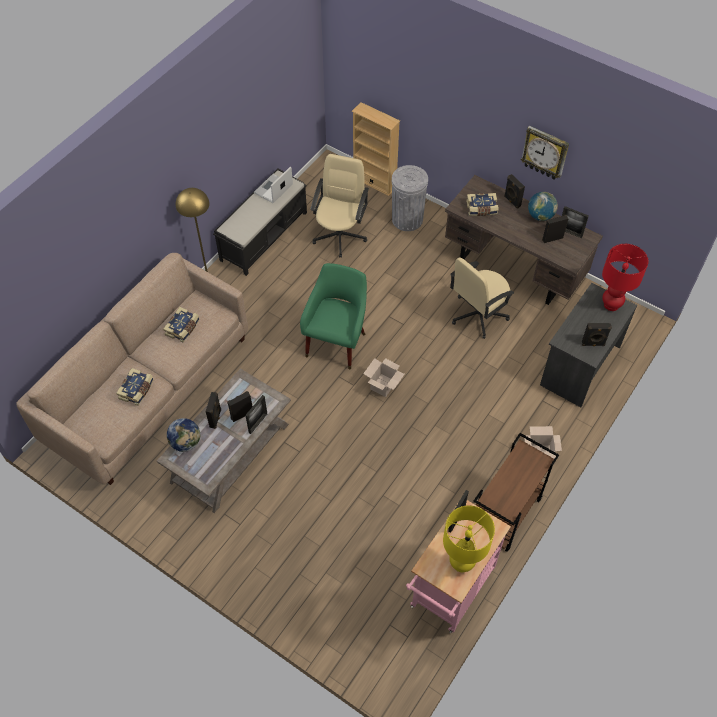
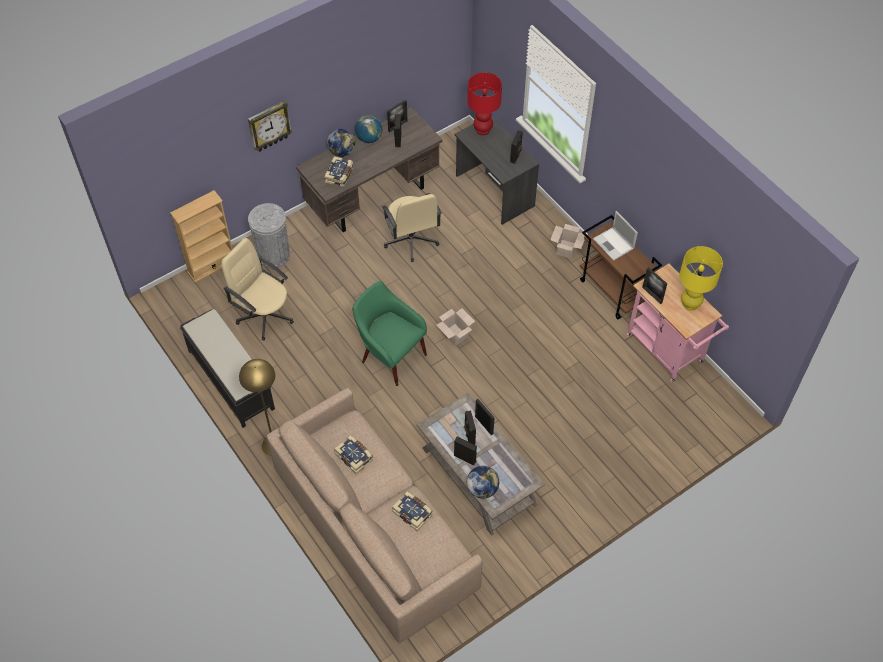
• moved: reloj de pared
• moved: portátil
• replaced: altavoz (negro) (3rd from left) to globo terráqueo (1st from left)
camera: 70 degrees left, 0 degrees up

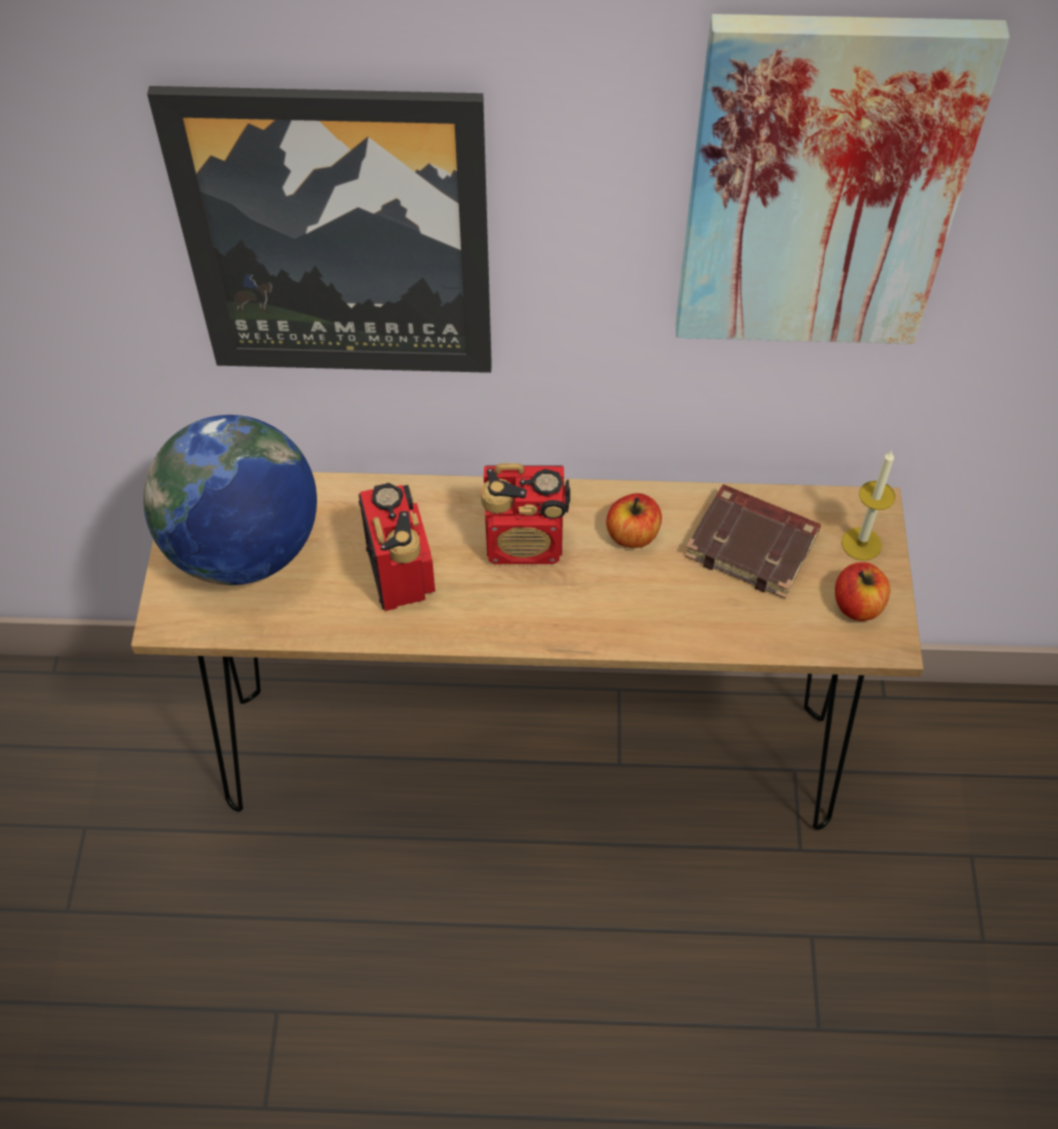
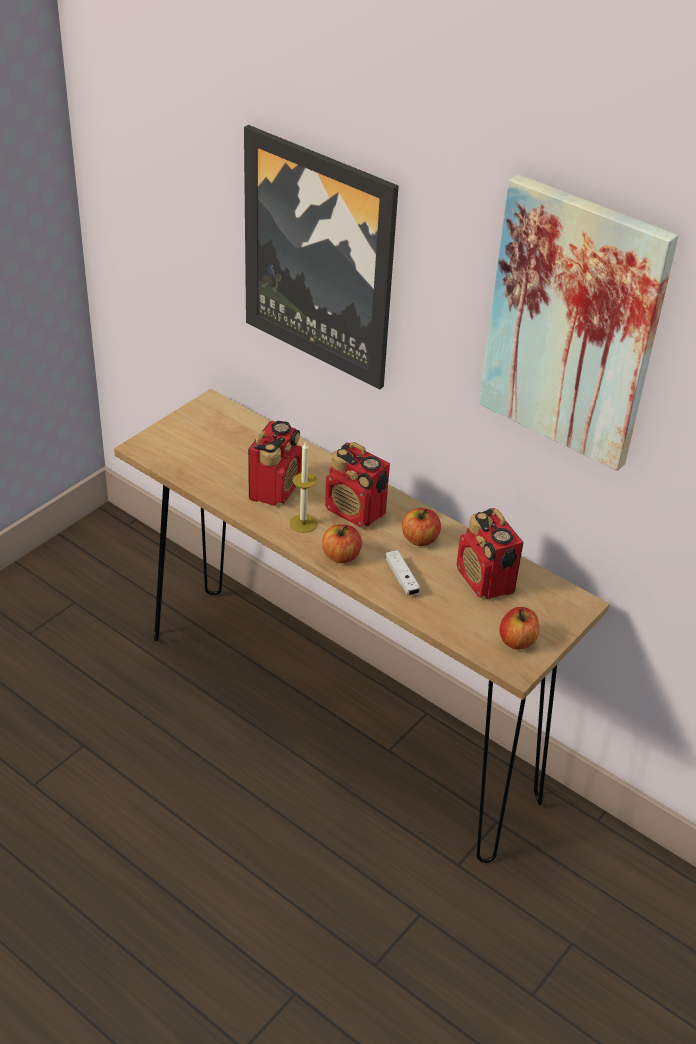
• removed: globo terráqueo
• moved: vela
• replaced: libro (marrón) to radio (3rd from left)
• added: manzana (1st from left)
• added: mando de consola (blanco)
camera: 35 degrees right, 15 degrees down

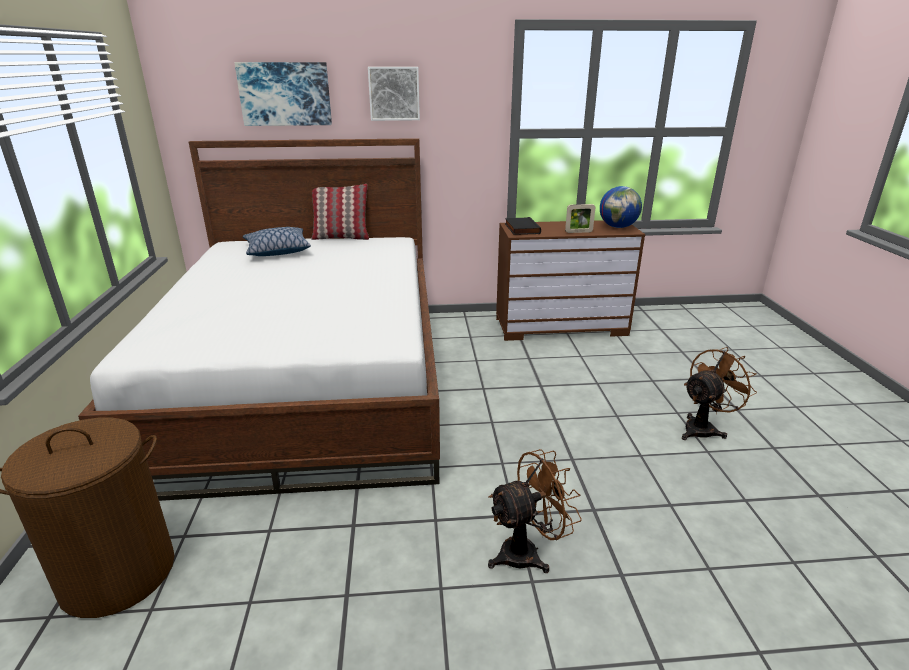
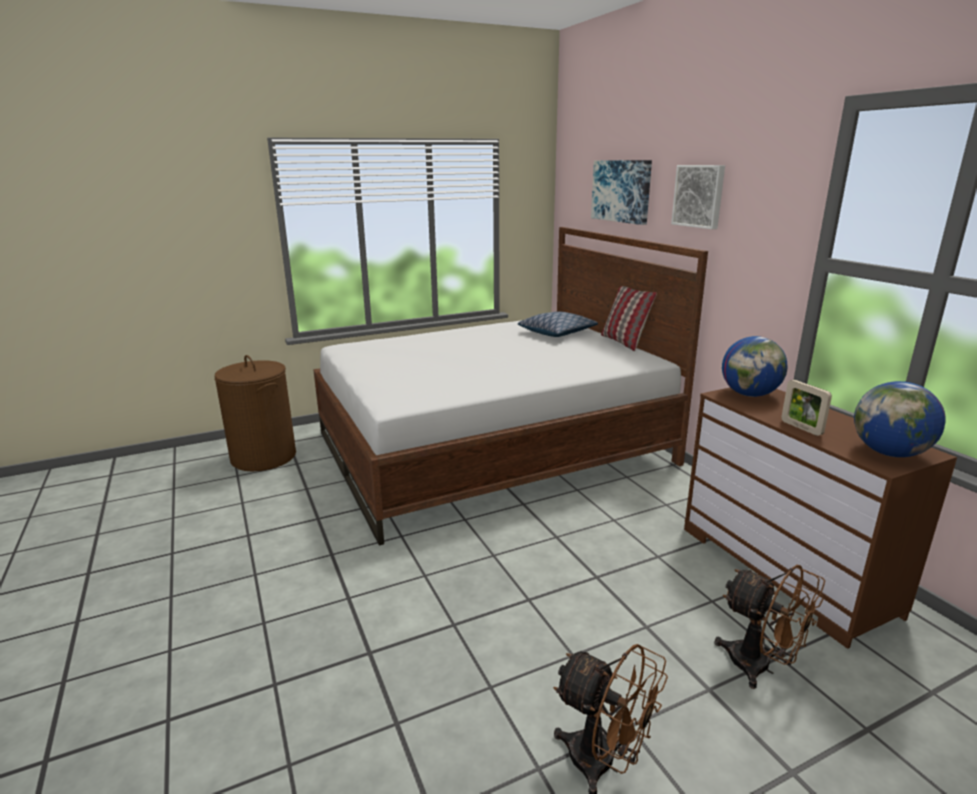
• replaced: libro (negro) to globo terráqueo (1st from left)
• moved: ventilador (marrón) (1st from left in the first image) to ventilador (marrón) (2nd from left)
camera: 70 degrees right, 5 degrees down

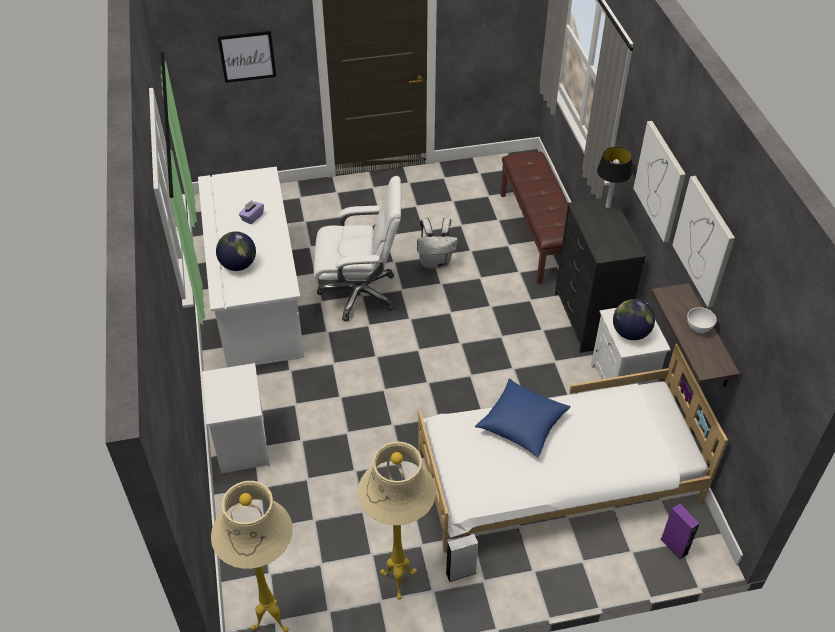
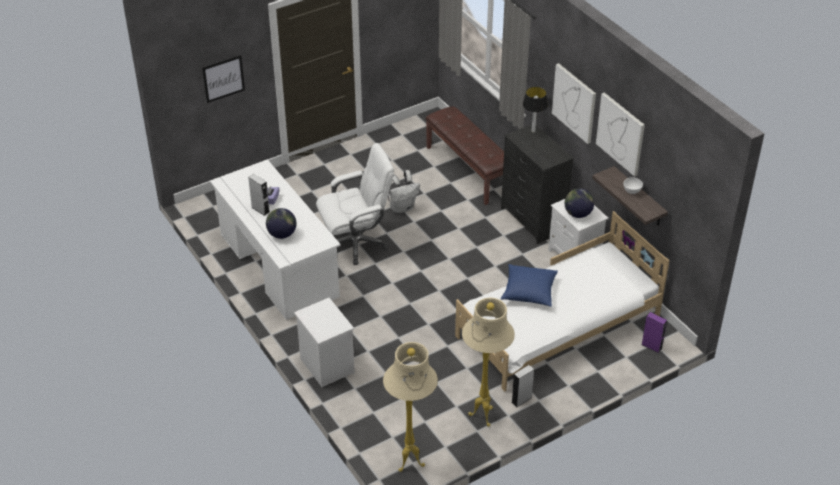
• added: altavoz (gris) (1st from left)
camera: 20 degrees left, 5 degrees down

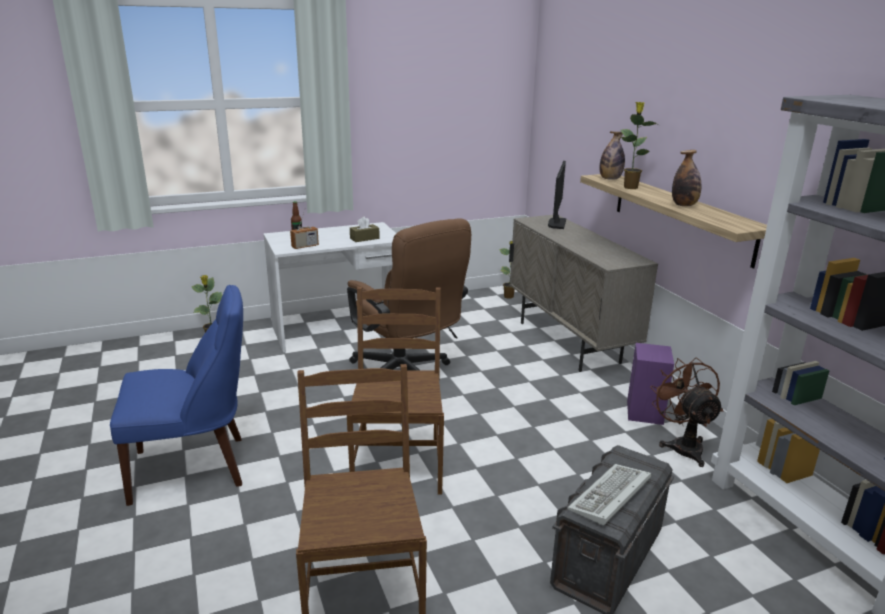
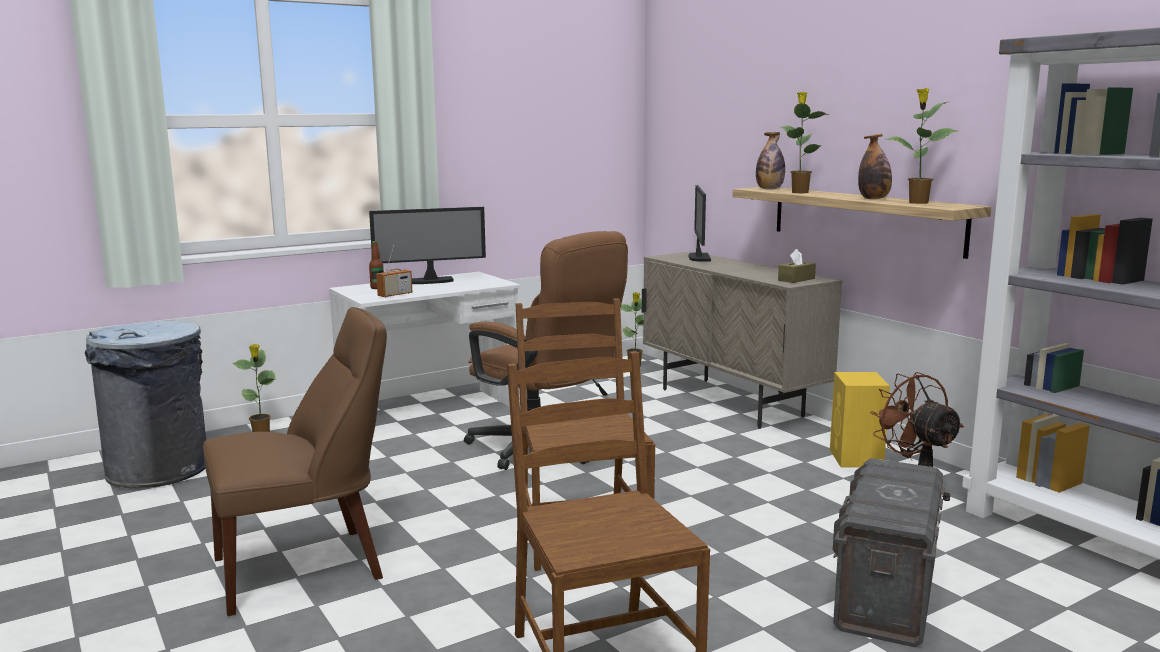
• moved: caja de pañuelos (marrón)
• recoloured: silla (azul) to silla (marrón) (1st from left)
• recoloured: altavoz (morado) to altavoz (amarillo)
• removed: teclado
• added: planta en maceta (4th from left)
• added: monitor (1st from left)
• added: papelera (gris)
camera: 10 degrees left, 10 degrees down

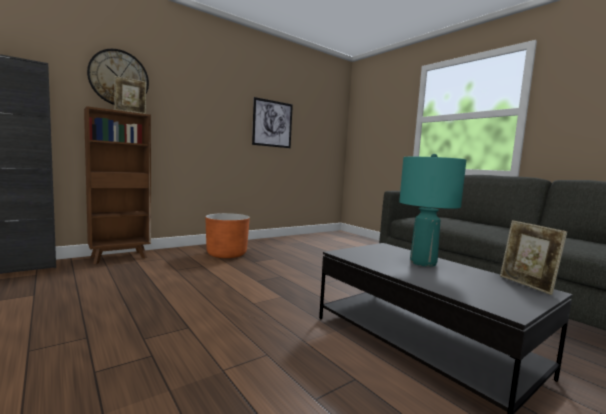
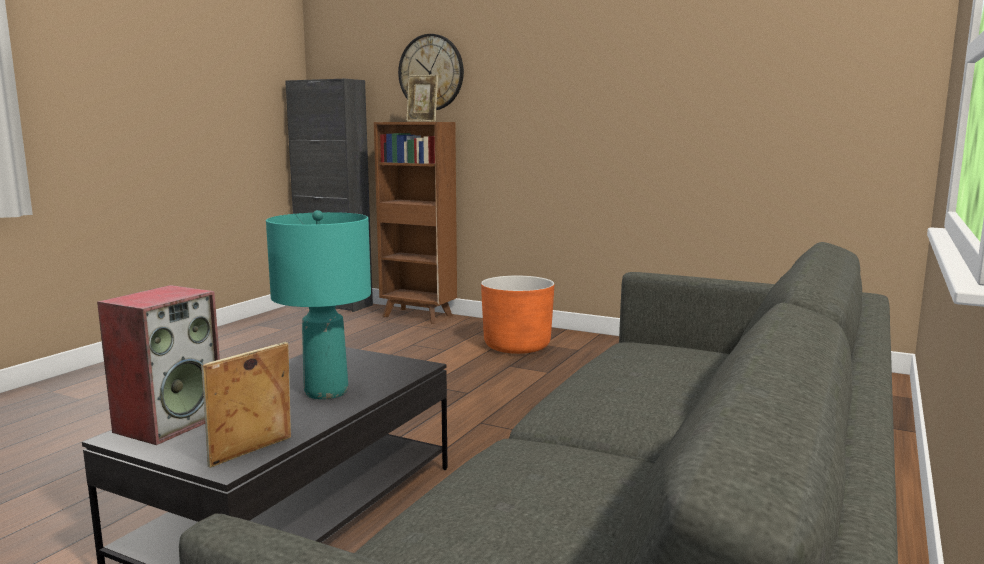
• removed: cuadro
• added: altavoz
camera: 65 degrees right, 5 degrees up

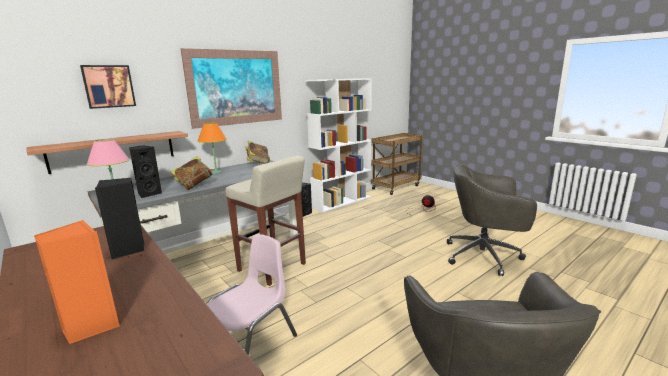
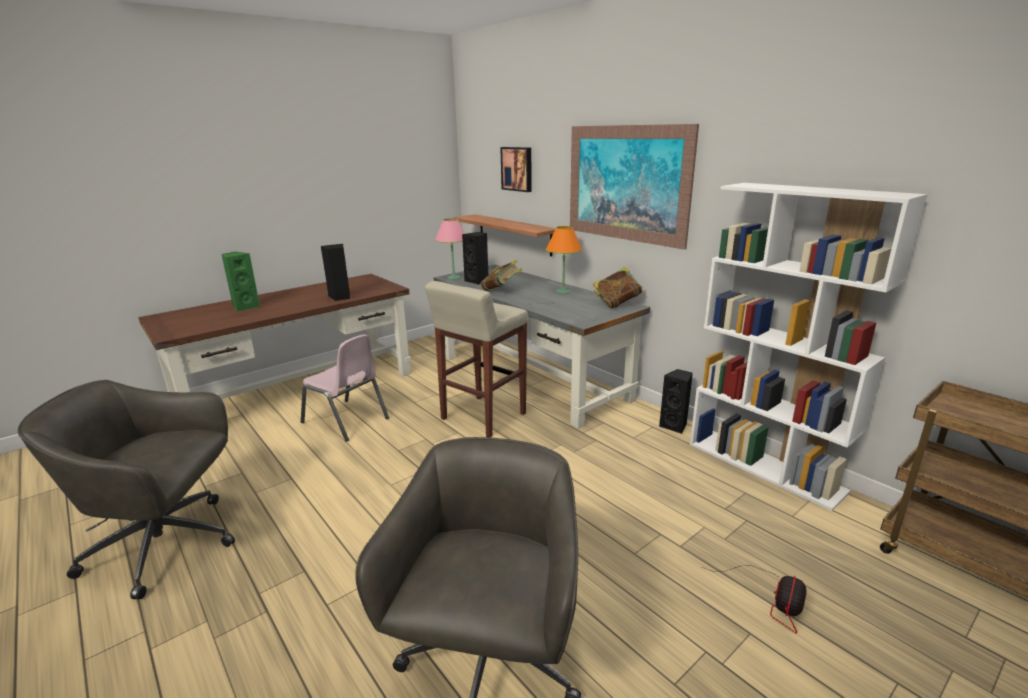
• recoloured: altavoz (naranja) to altavoz (verde)
camera: 90 degrees right, 5 degrees up

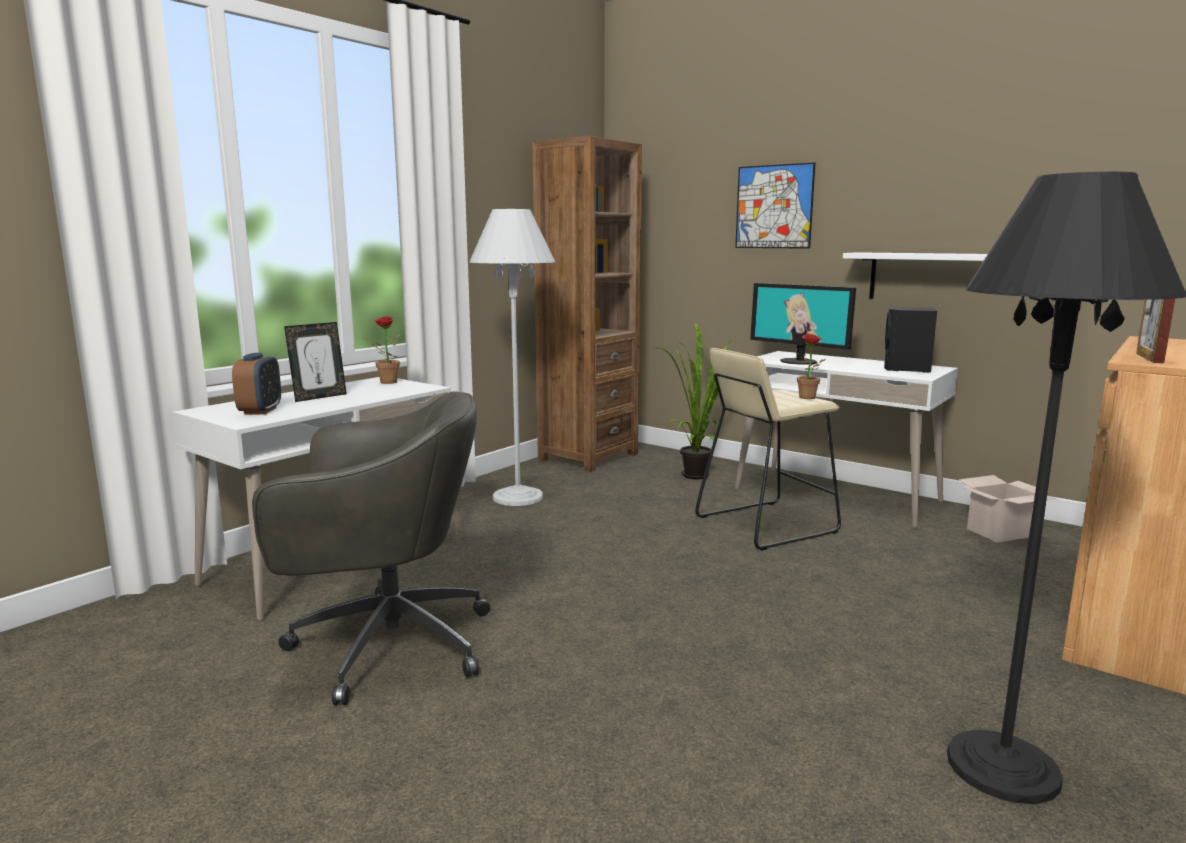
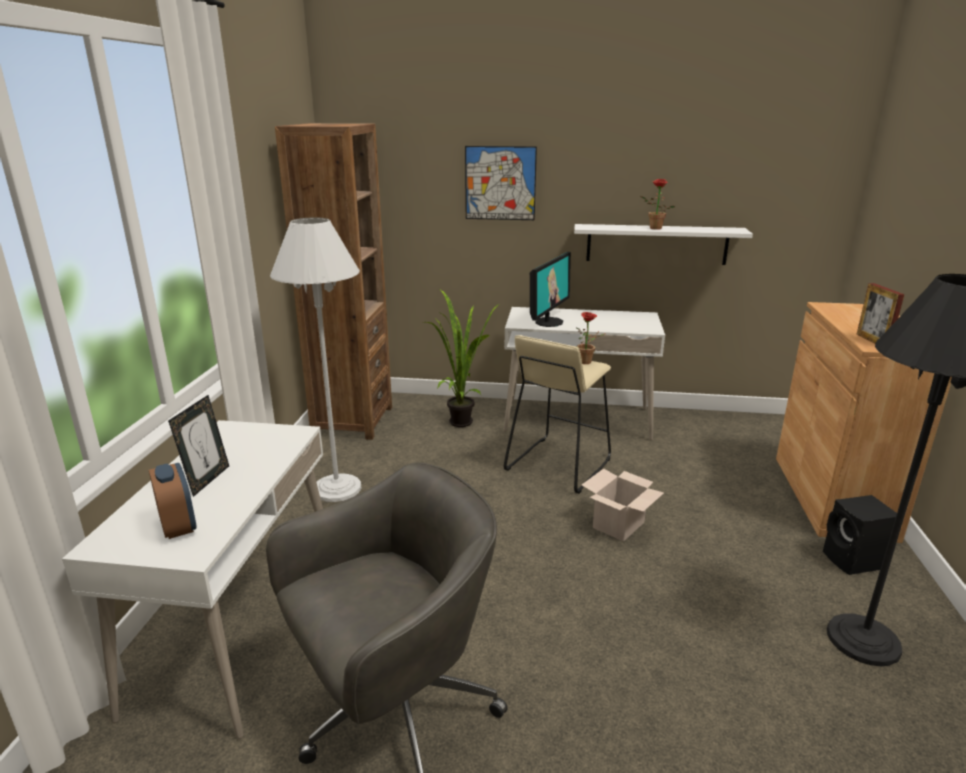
• turned: monitor 75 degrees counterclockwise
• moved: altavoz (negro)
• moved: planta en maceta (1st from left in the first image) to planta en maceta (3rd from left)
• moved: caja de cartón
camera: 30 degrees left, 10 degrees up

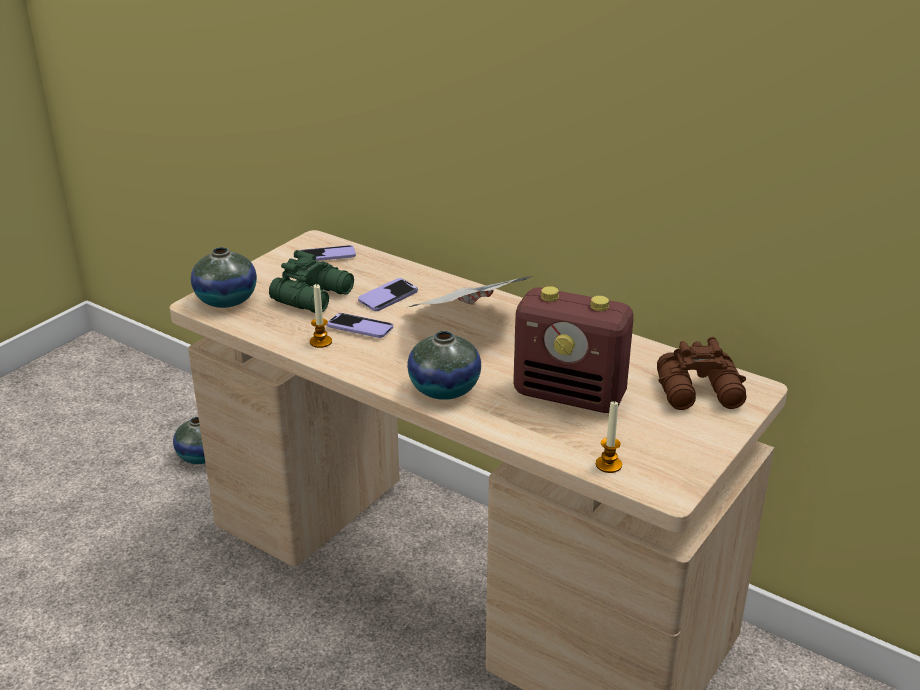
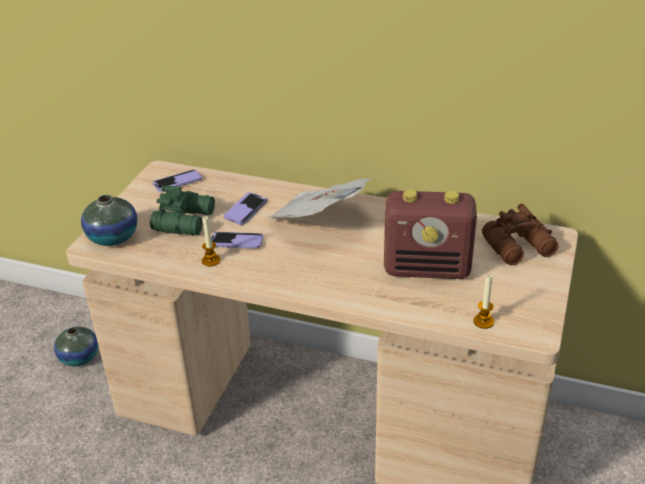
• removed: florero (3rd from left)
camera: 15 degrees left, 5 degrees up

